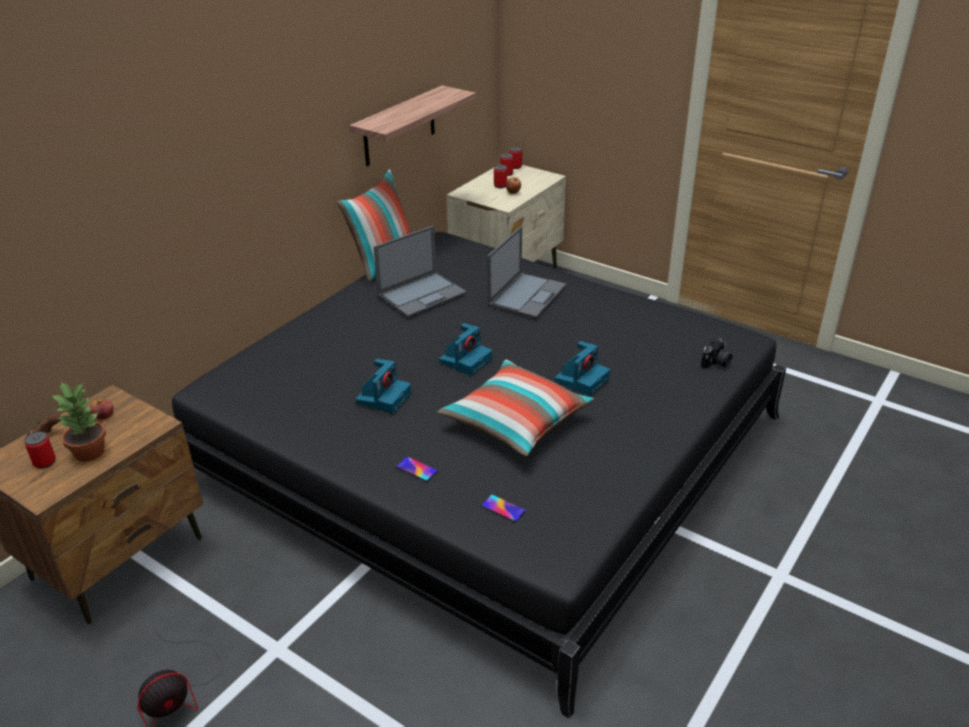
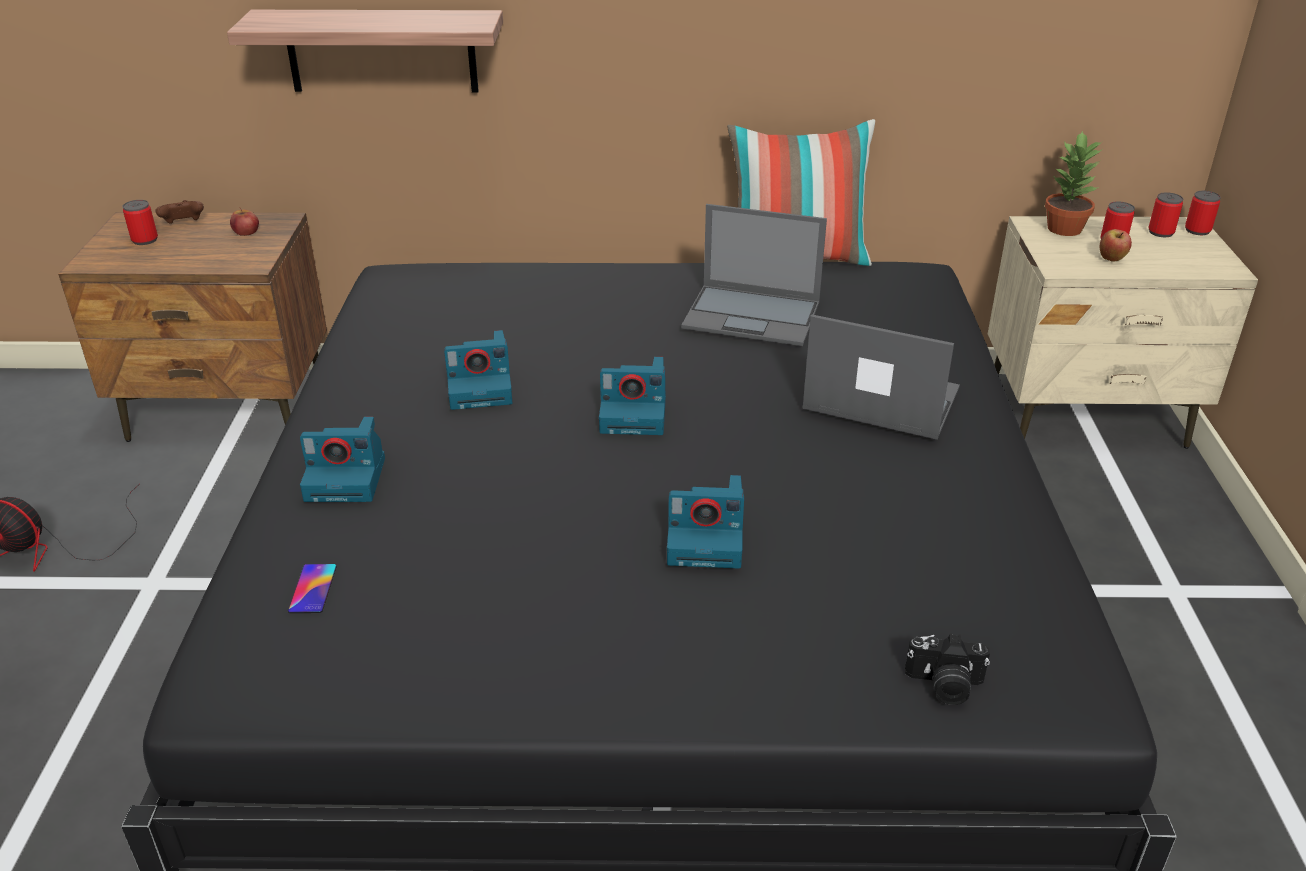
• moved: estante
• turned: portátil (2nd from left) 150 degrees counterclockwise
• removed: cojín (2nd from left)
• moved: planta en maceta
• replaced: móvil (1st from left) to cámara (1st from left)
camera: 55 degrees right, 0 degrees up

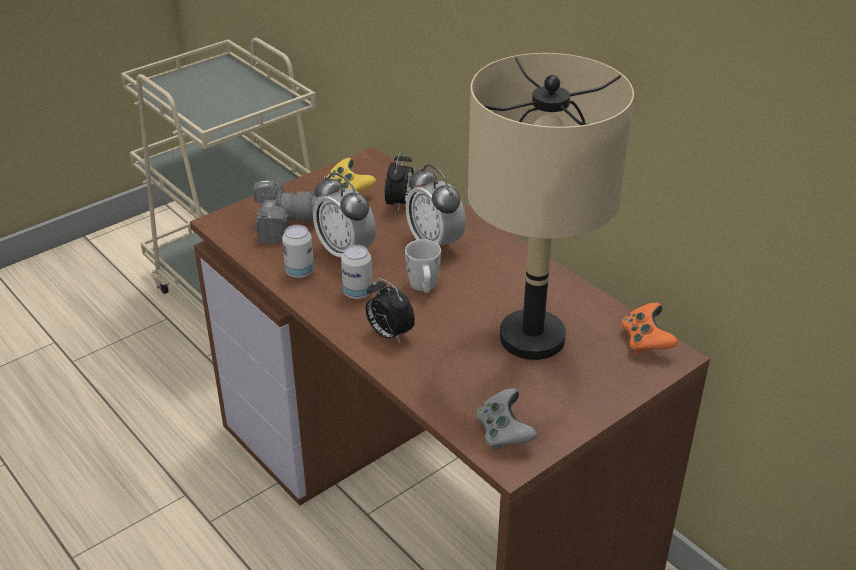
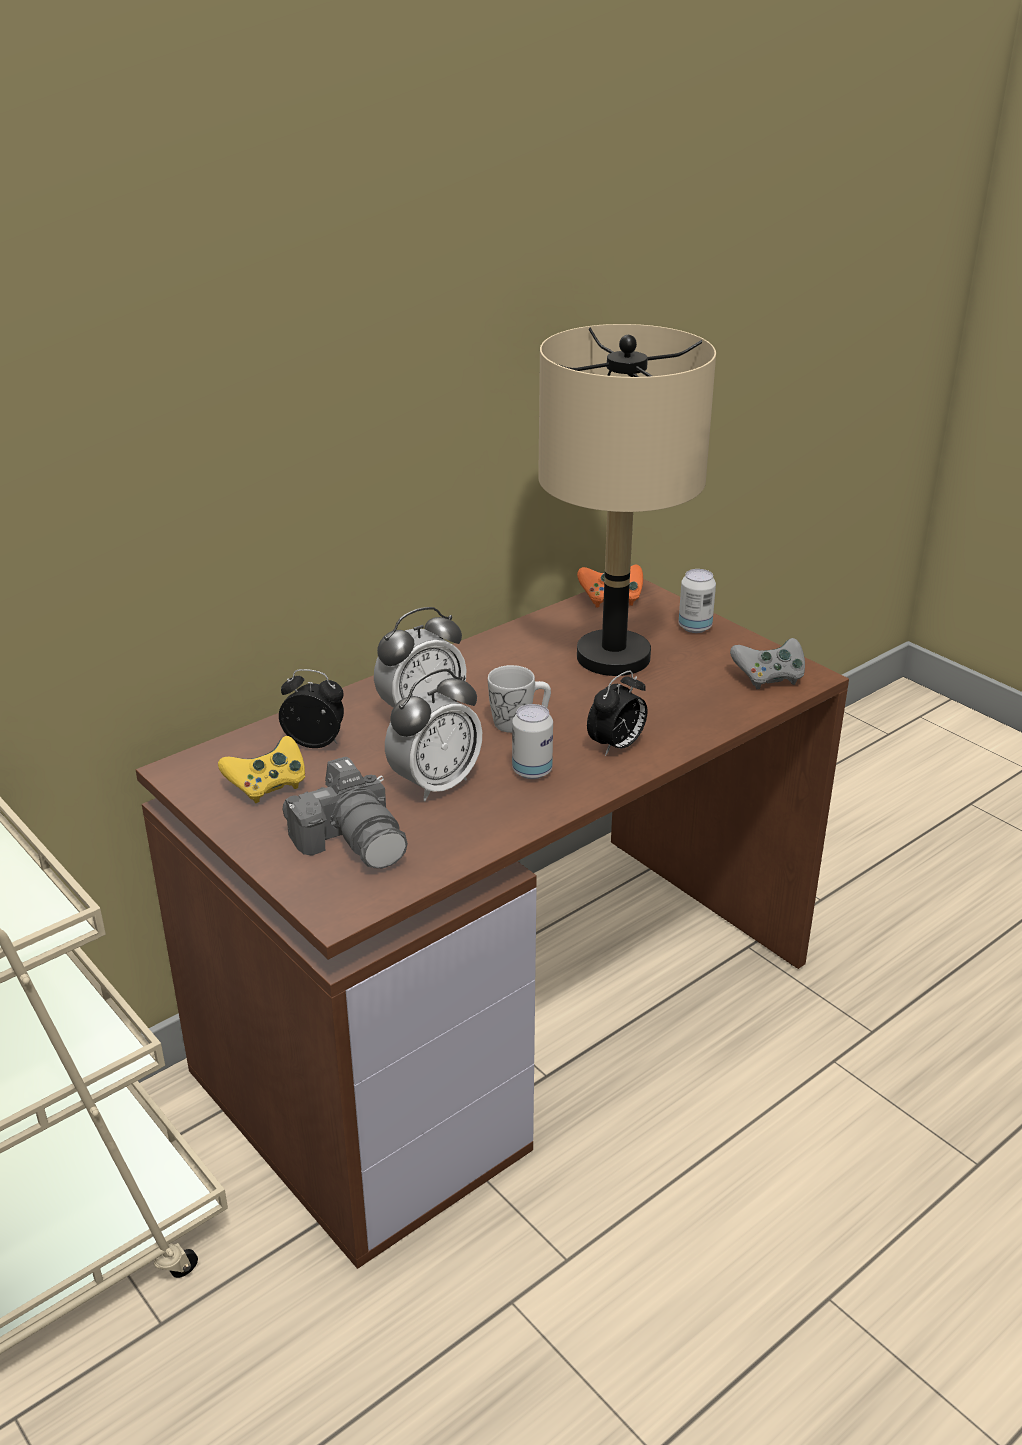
• turned: cámara 150 degrees clockwise
• moved: lata (1st from left in the first image) to lata (2nd from left)
camera: 90 degrees left, 5 degrees down

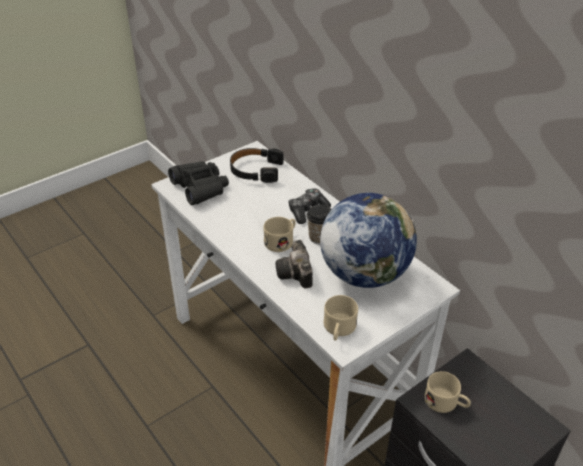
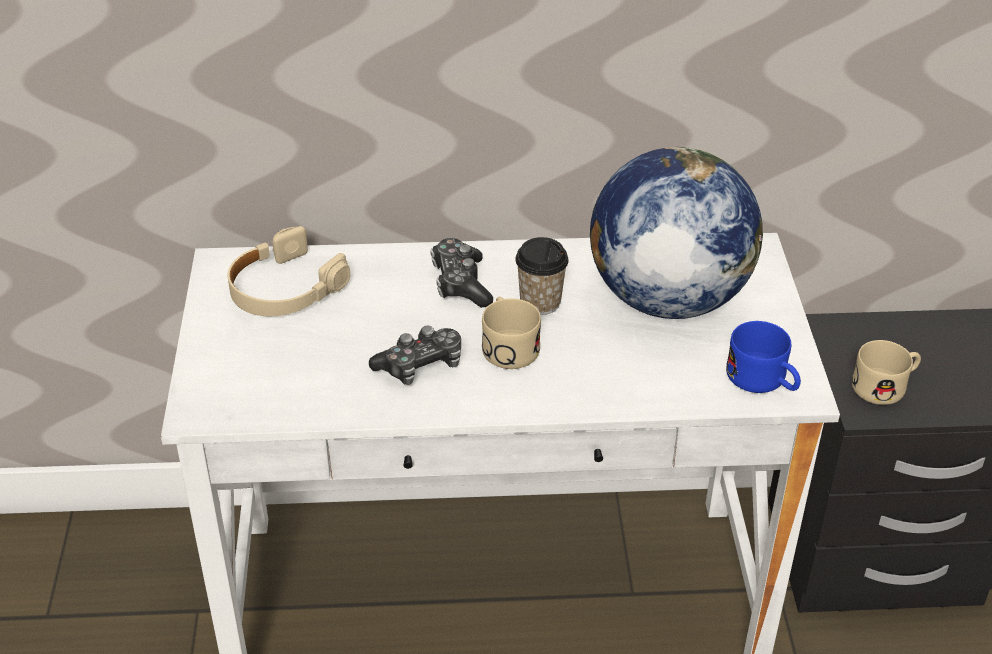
• recoloured: auriculares (negro) to auriculares (beis)
• removed: prismáticos (negro)
• removed: cámara
• recoloured: taza grande (beis) (2nd from left) to taza grande (azul)
• added: mando de consola (1st from left)
camera: 55 degrees left, 0 degrees up

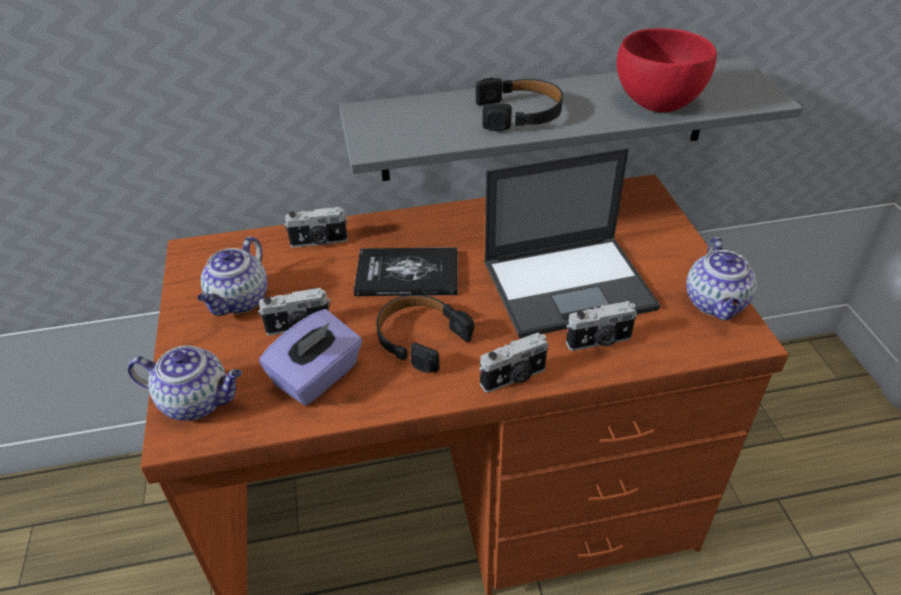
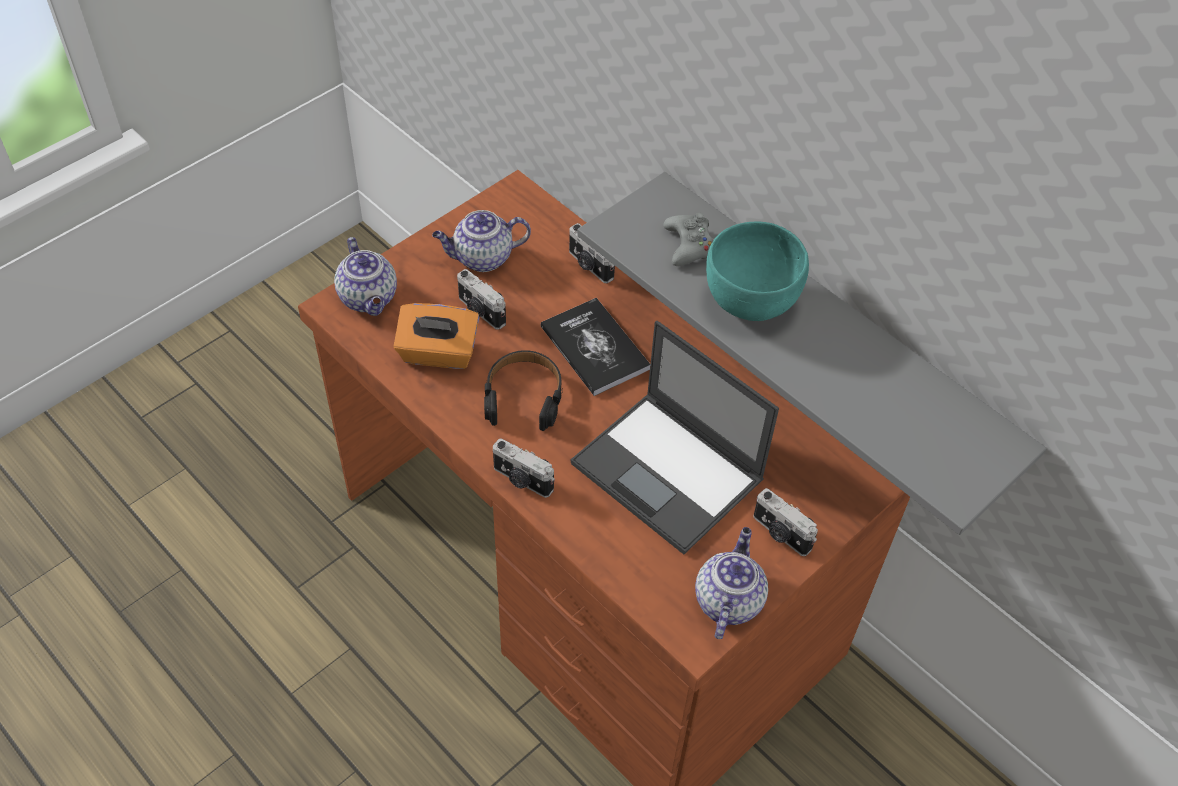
• removed: cuenco (rojo)
• replaced: auriculares (negro) (2nd from left) to cuenco (turquesa)
• turned: tetera (3rd from left) 135 degrees clockwise
• moved: cámara (4th from left)
• recoloured: caja de pañuelos (morado) to caja de pañuelos (naranja)
• added: mando de consola (gris)
camera: 55 degrees right, 10 degrees up

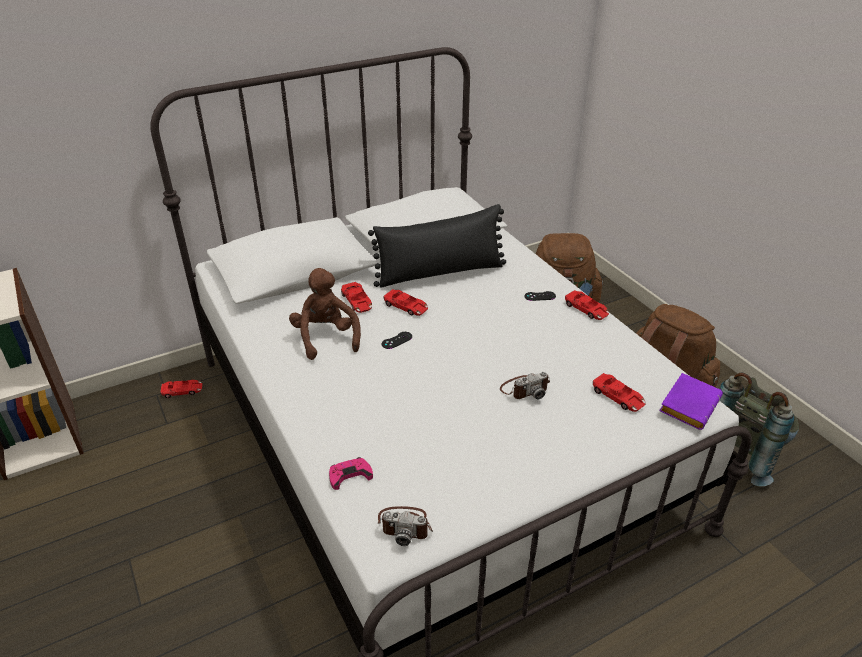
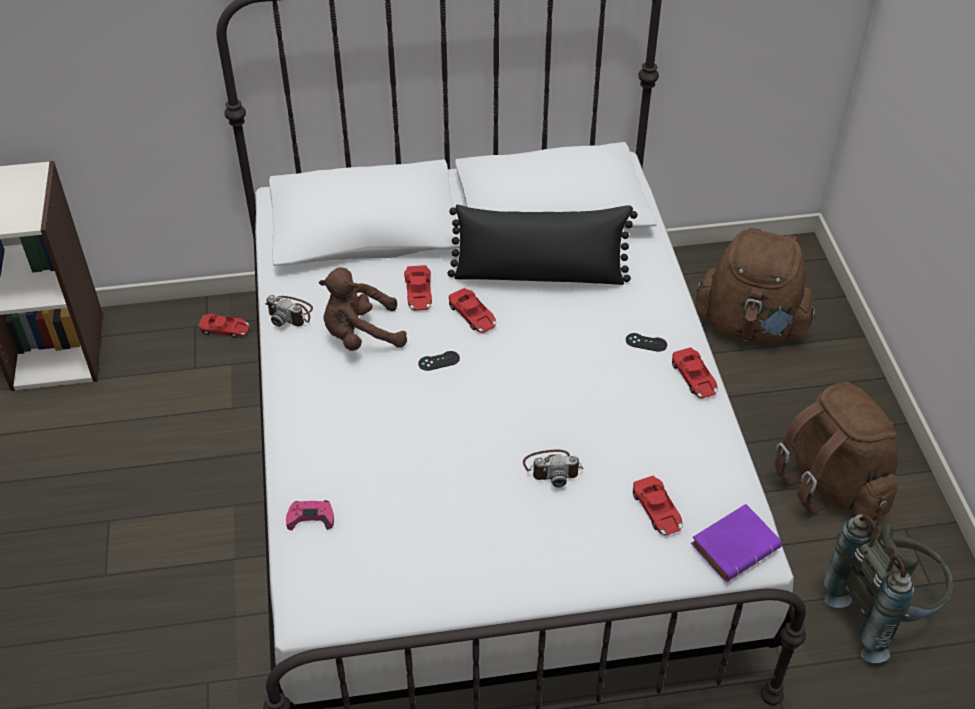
• turned: peluche (marrón) 105 degrees counterclockwise
• moved: cámara (1st from left)
camera: 20 degrees right, 10 degrees up

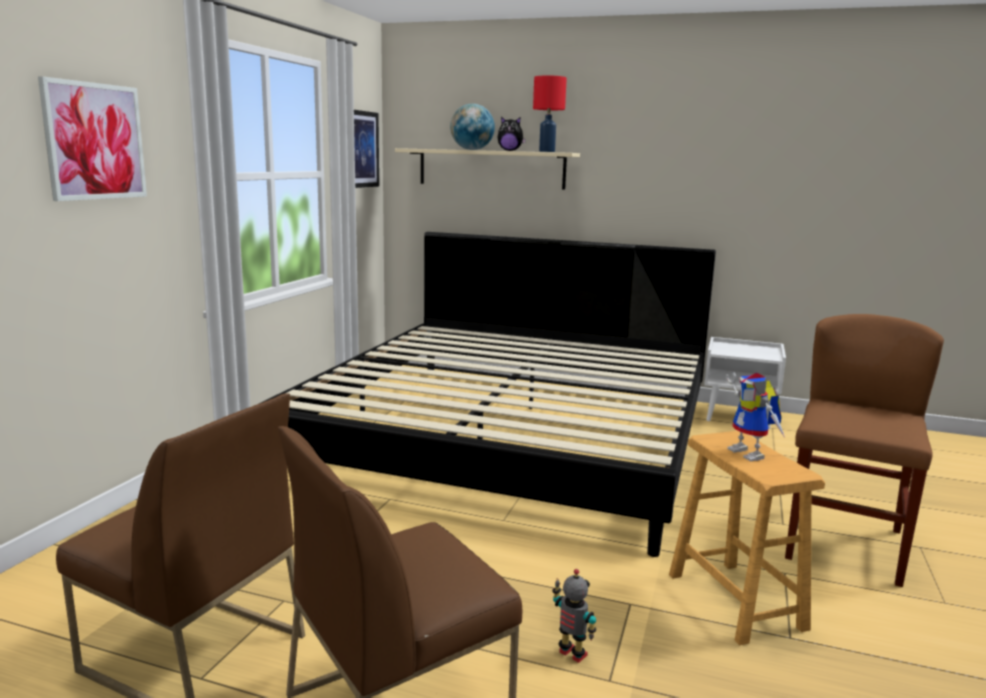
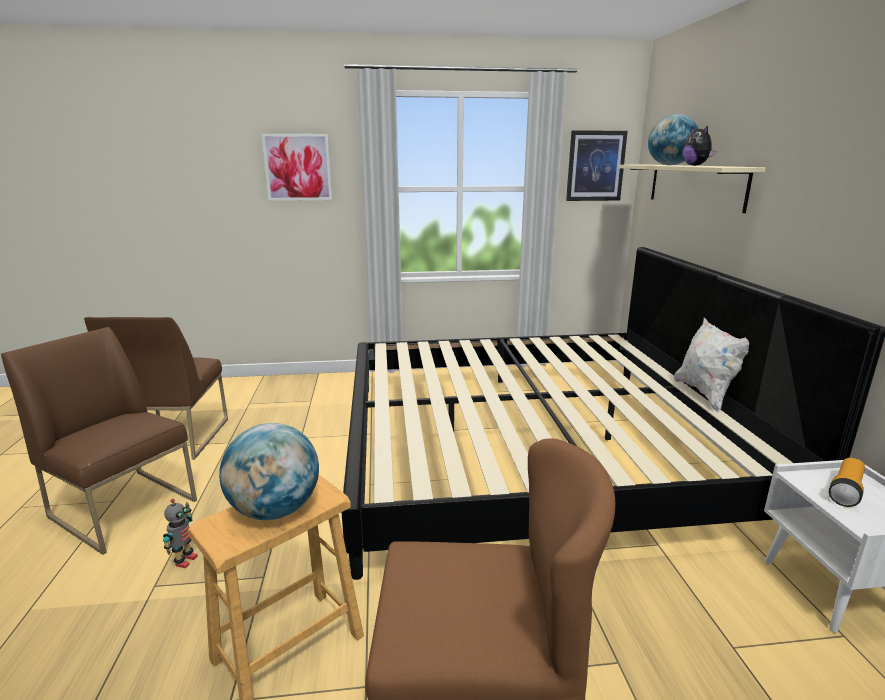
• removed: lámpara de mesa (rojo)
• replaced: robot de juguete (2nd from left) to globo terráqueo (1st from left)
• added: cojín (blanco)
• added: linterna
camera: 65 degrees right, 5 degrees up

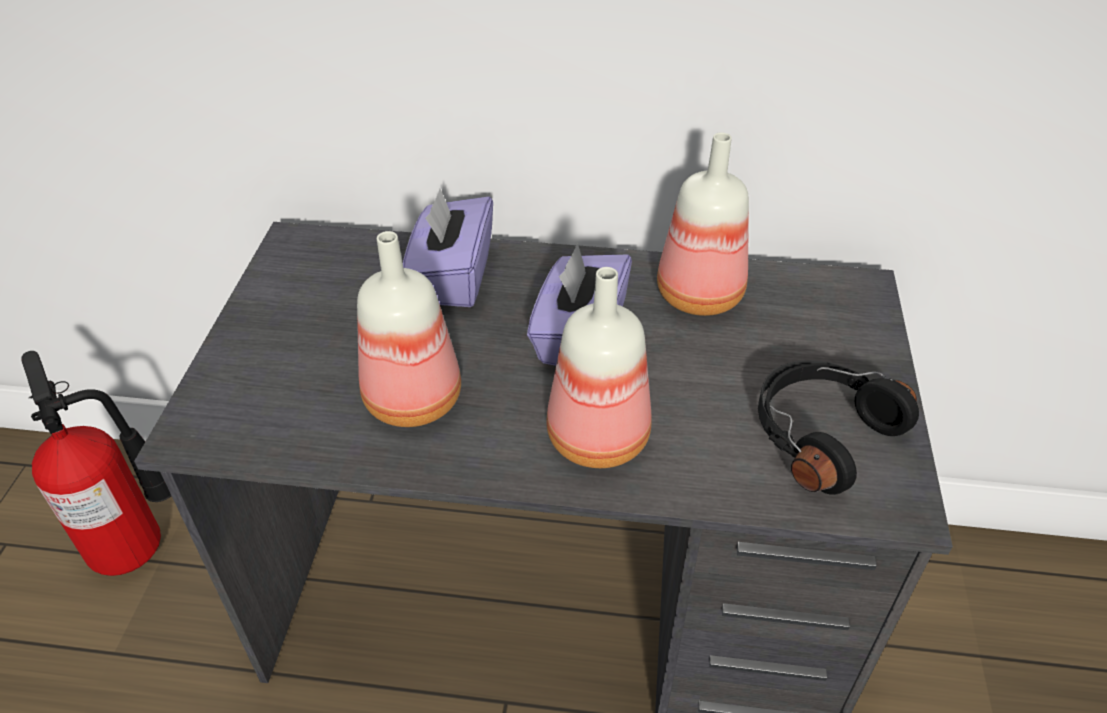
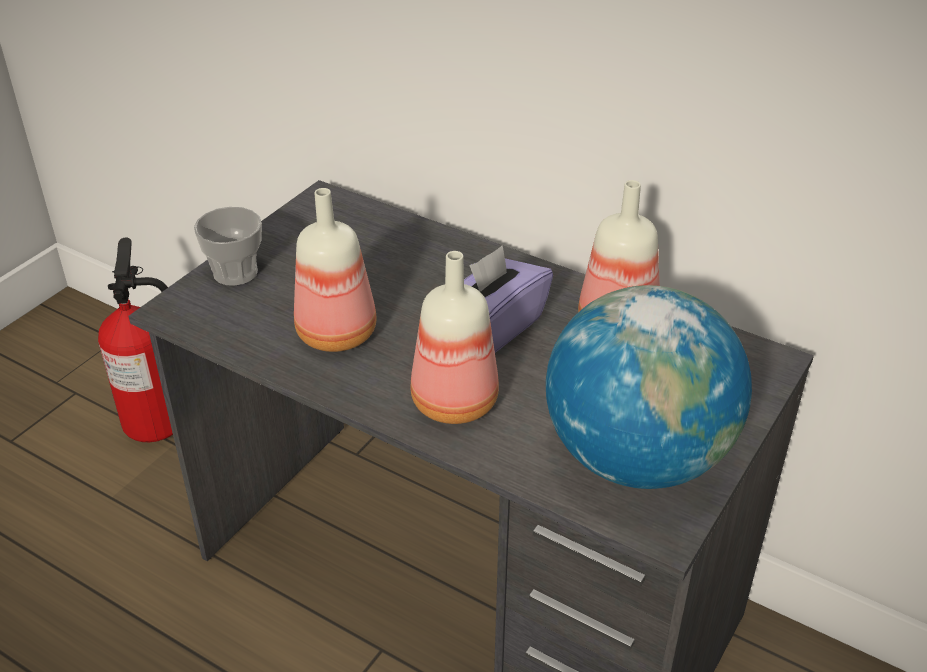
• removed: caja de pañuelos (morado) (1st from left)
• replaced: auriculares (negro) to globo terráqueo
• added: taza
camera: 25 degrees right, 5 degrees down

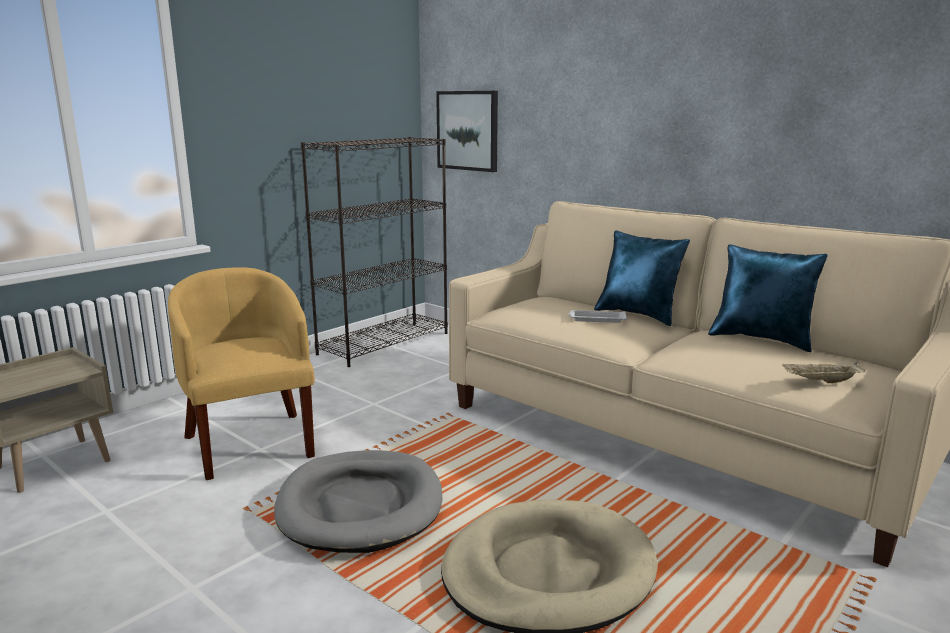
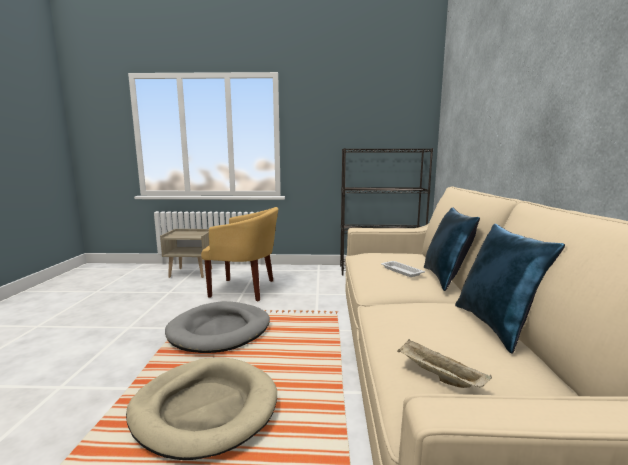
• removed: cuadro
• turned: sillón (amarillo) 75 degrees clockwise
camera: 50 degrees right, 5 degrees down

